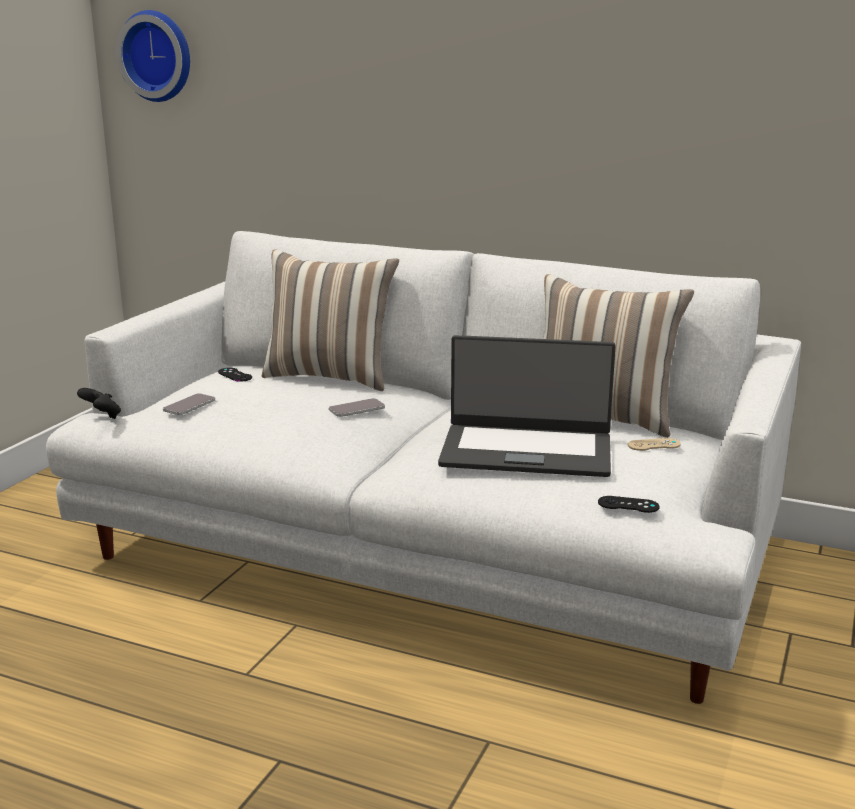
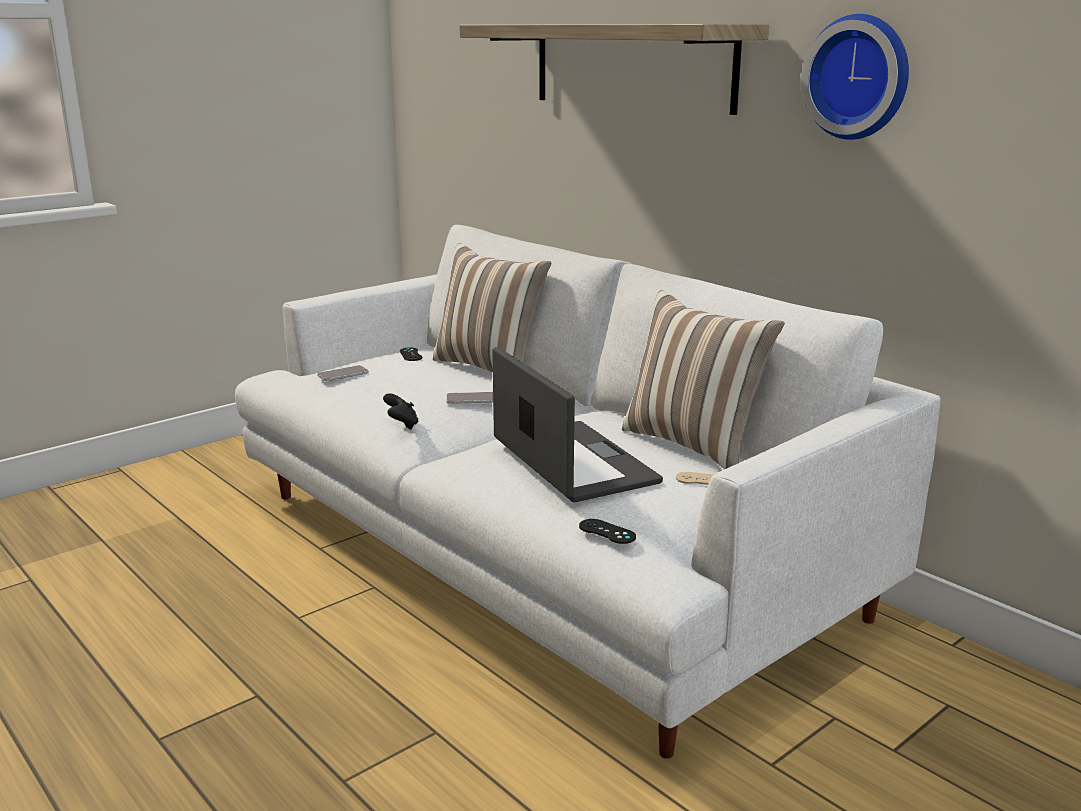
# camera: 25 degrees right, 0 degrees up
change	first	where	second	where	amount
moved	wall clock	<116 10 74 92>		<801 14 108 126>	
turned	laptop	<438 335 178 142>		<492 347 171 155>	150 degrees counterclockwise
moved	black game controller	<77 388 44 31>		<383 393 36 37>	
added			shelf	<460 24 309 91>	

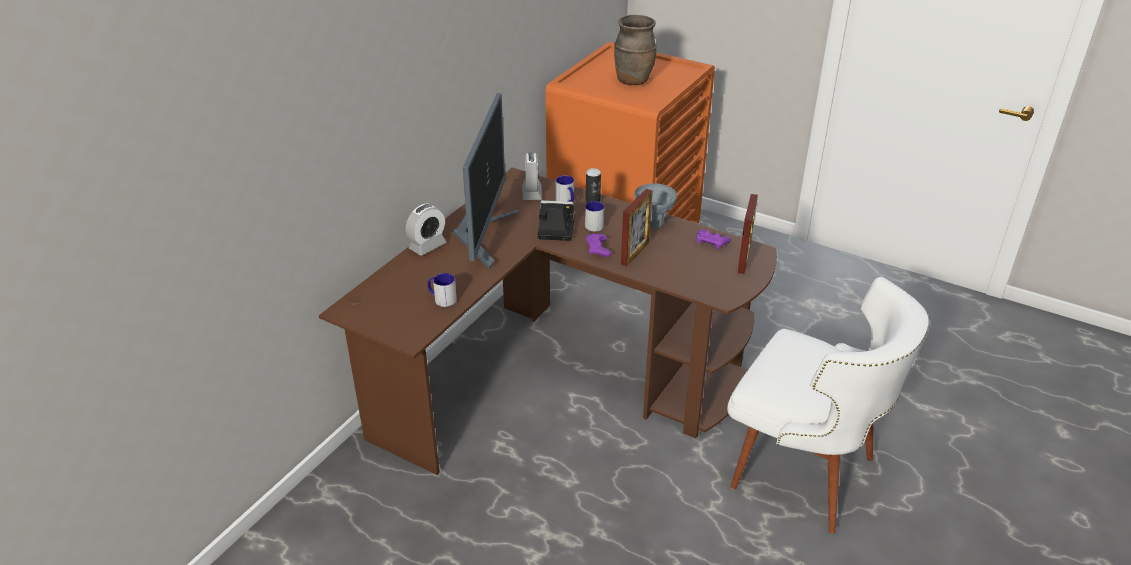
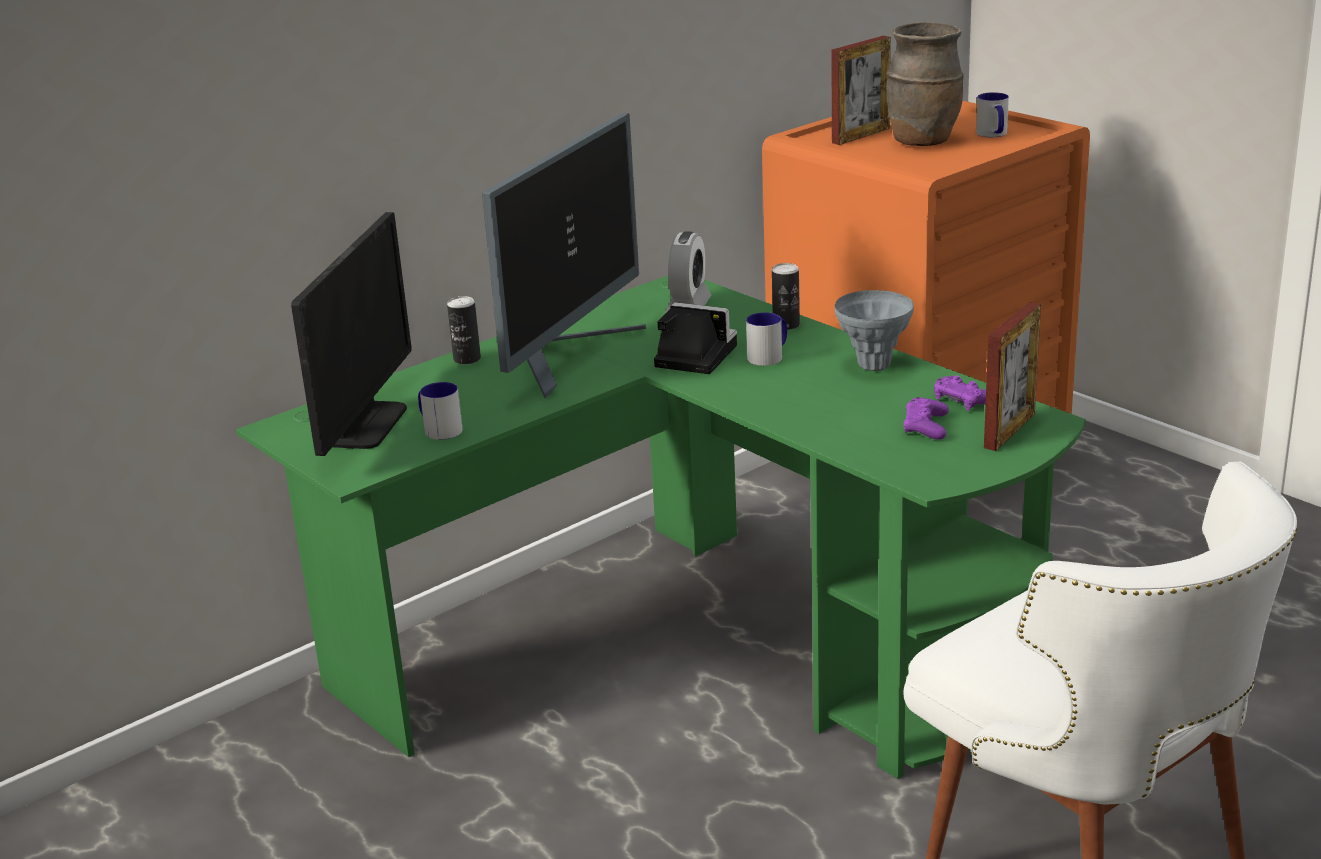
# camera: 20 degrees right, 10 degrees down
change	first	where	second	where	amount
recoloured	brown desk	<319 167 458 308>	green desk	<236 276 850 503>	
moved	mug	<556 175 18 27>		<976 92 33 45>	
moved	picture frame	<621 189 31 77>		<831 36 60 109>	
replaced	alarm clock	<406 204 40 52>	can	<447 296 34 69>	
moved	purple game controller	<586 233 25 24>		<903 397 46 43>	
added			monitor	<291 212 121 244>	

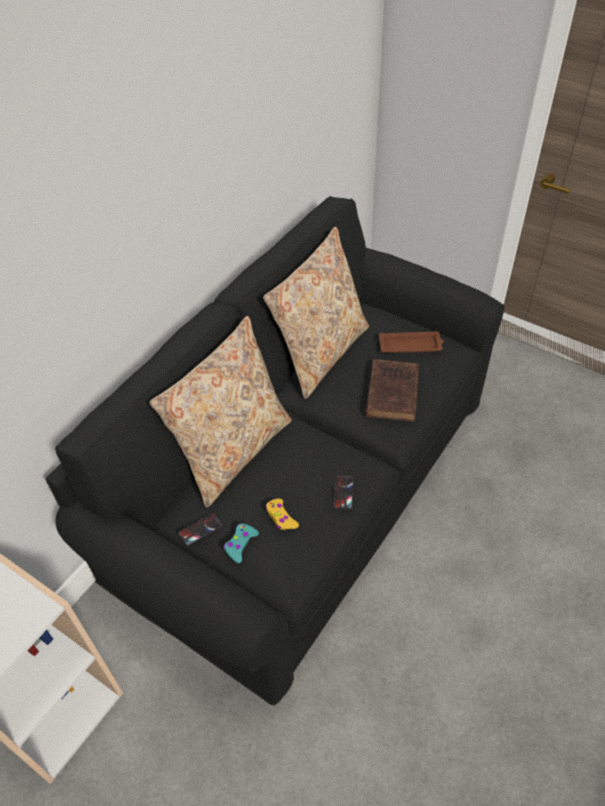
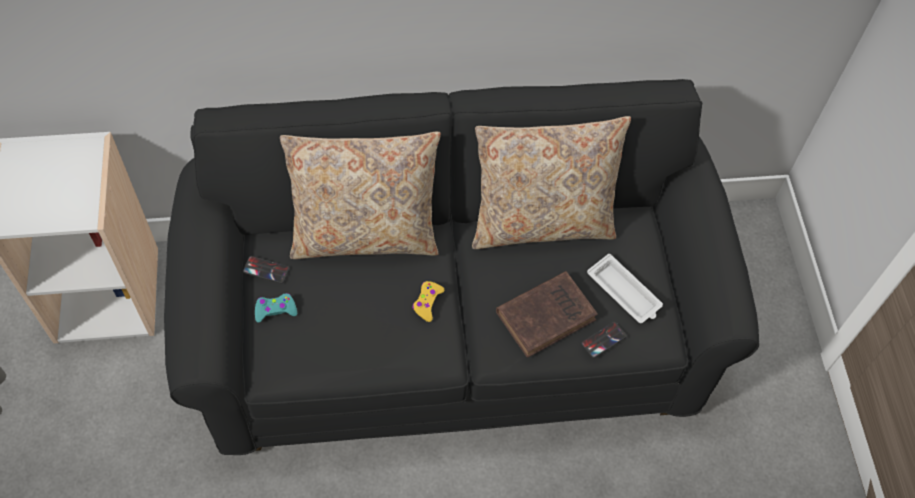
# camera: 45 degrees right, 10 degrees up
change	first	where	second	where	amount
recoloured	brown tray	<379 332 65 21>	white tray	<587 254 76 69>	
moved	phone	<333 475 21 35>		<581 322 46 36>	
moved	yellow game controller	<265 499 34 31>		<412 281 32 41>	

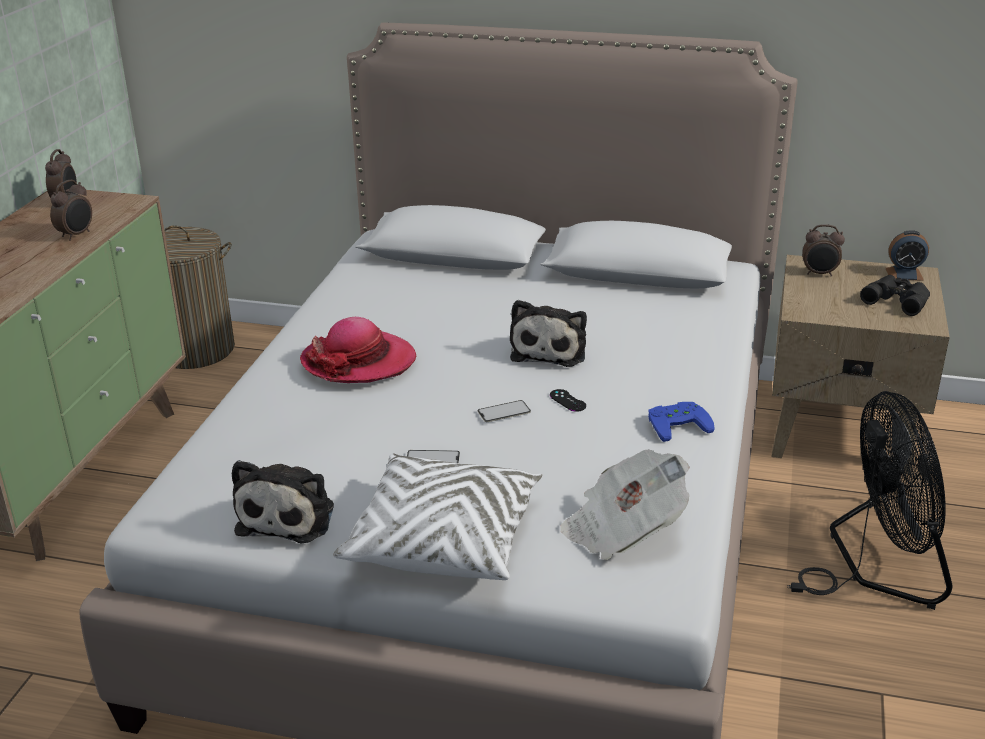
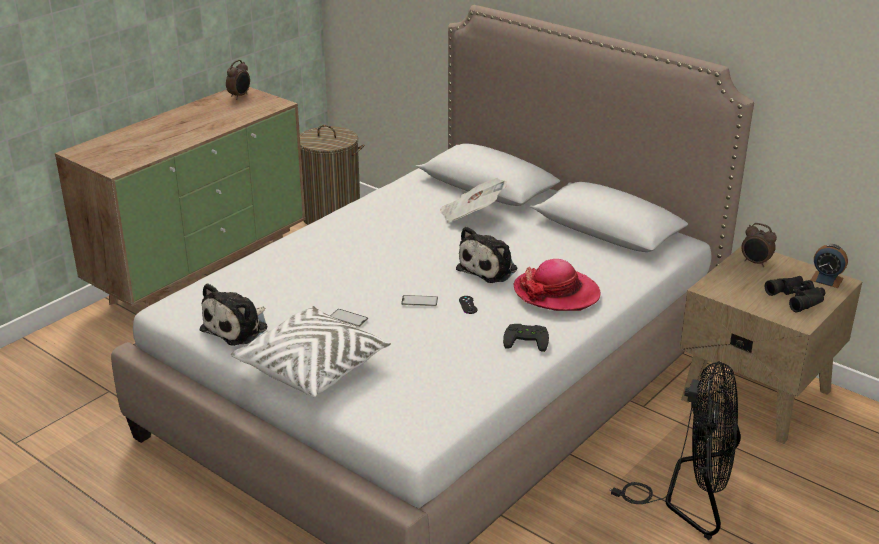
# camera: 25 degrees right, 0 degrees up
change	first	where	second	where	amount
removed	alarm clock	<50 180 42 61>			
moved	hat	<300 317 117 66>		<514 259 86 52>	
recoloured	blue game controller	<648 402 66 40>	black game controller	<503 324 46 28>	
moved	newspaper	<561 449 129 111>		<440 178 67 44>	

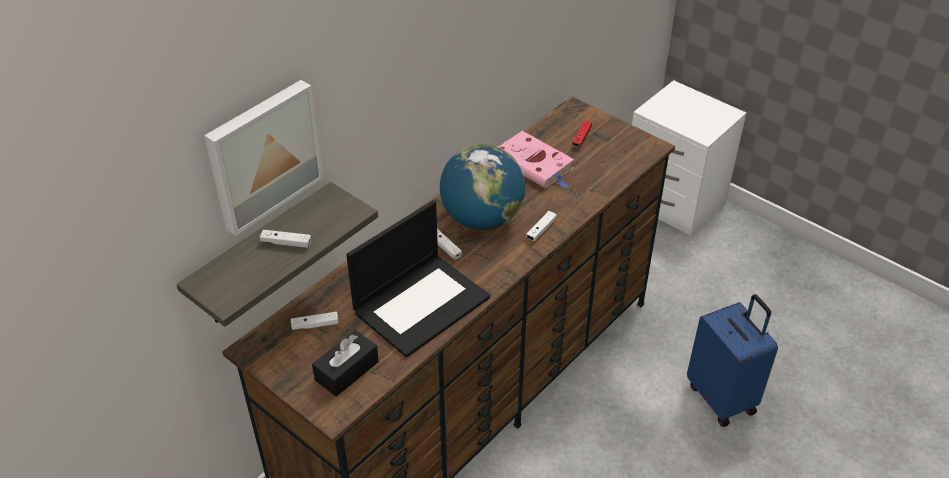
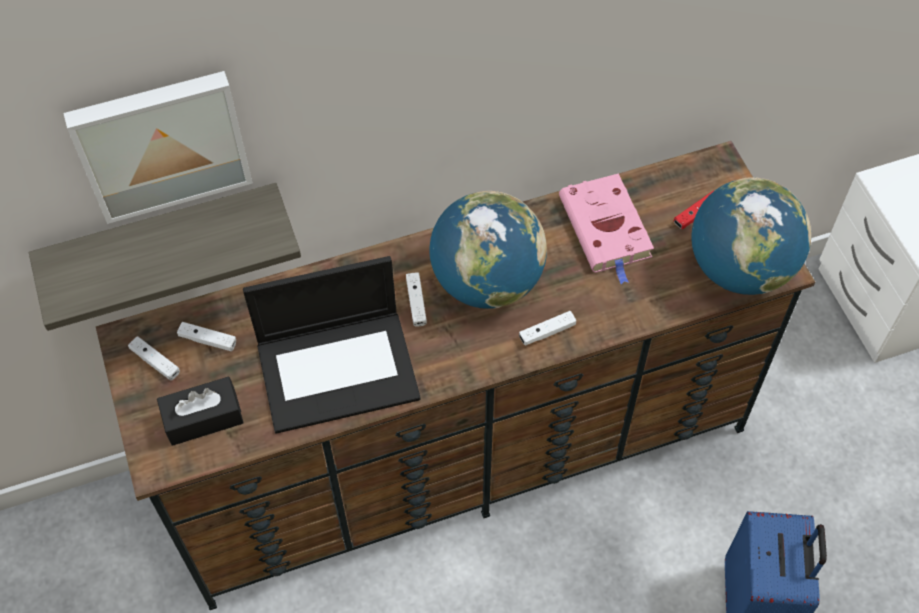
# camera: 30 degrees right, 15 degrees up
change	first	where	second	where	amount
moved	white game controller	<260 230 51 18>		<128 336 52 44>	
added			globe	<691 177 120 118>	

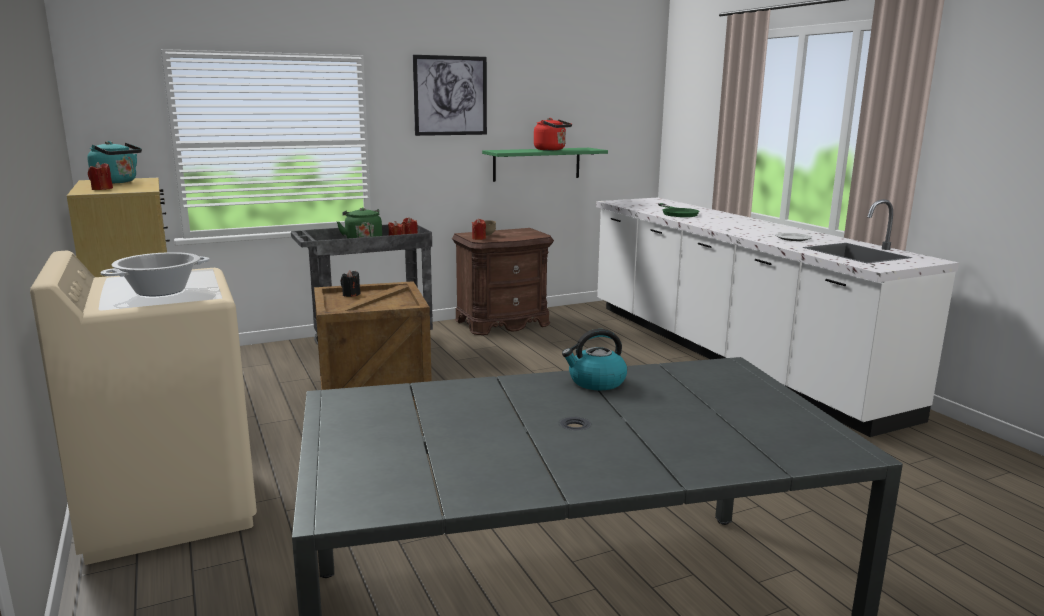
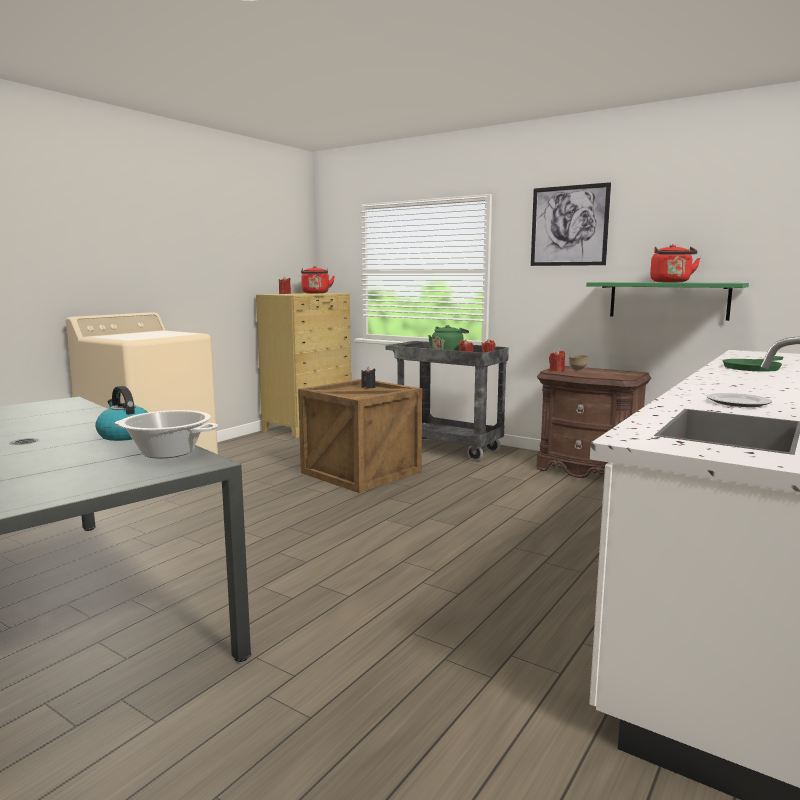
# camera: 60 degrees right, 5 degrees down
change	first	where	second	where	amount
recoloured	turquoise kettle	<87 141 55 43>	red kettle	<301 266 34 27>	
moved	cooking pot	<101 252 109 44>		<115 410 104 48>	

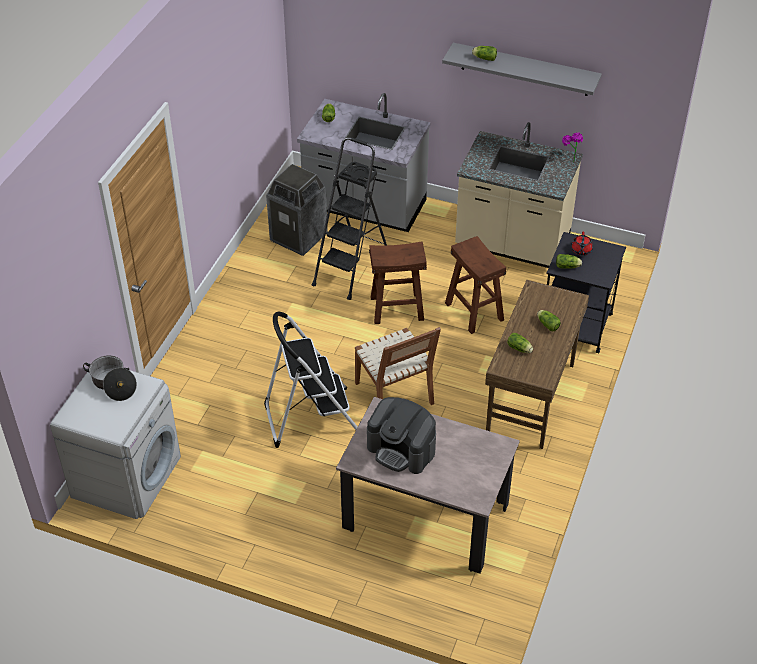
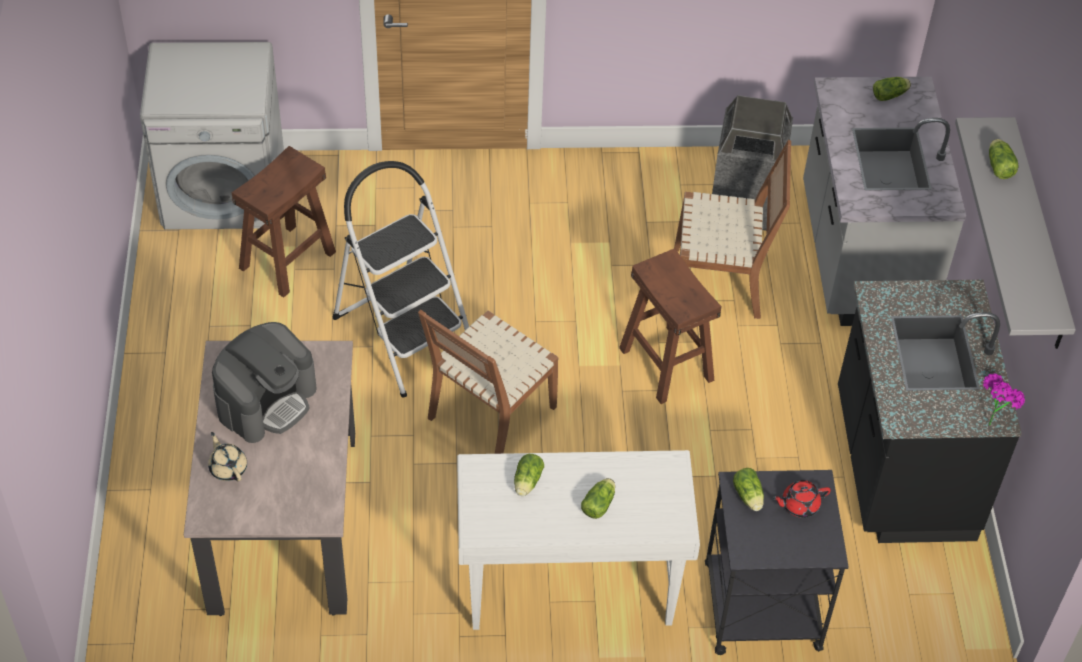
# camera: 65 degrees right, 5 degrees up
change	first	where	second	where	amount
recoloured	beige counter	<455 122 128 146>	black counter	<838 280 184 263>	
replaced	step ladder	<311 137 76 163>	chair	<674 140 117 179>	
moved	brown stool	<445 236 61 98>		<232 146 104 152>	
recoloured	brown console table	<485 280 104 169>	white console table	<457 450 243 180>	
removed	cooking pot	<83 355 54 46>			
turned	coffee machine	<367 397 69 77>		<212 322 105 121>	150 degrees counterclockwise
added			beige teapot	<208 432 39 49>	

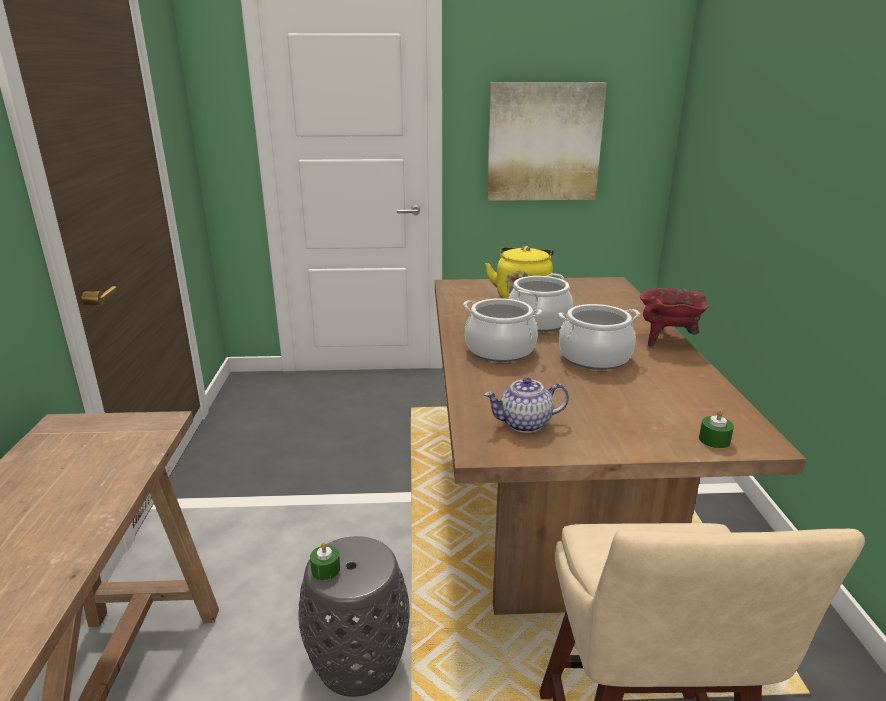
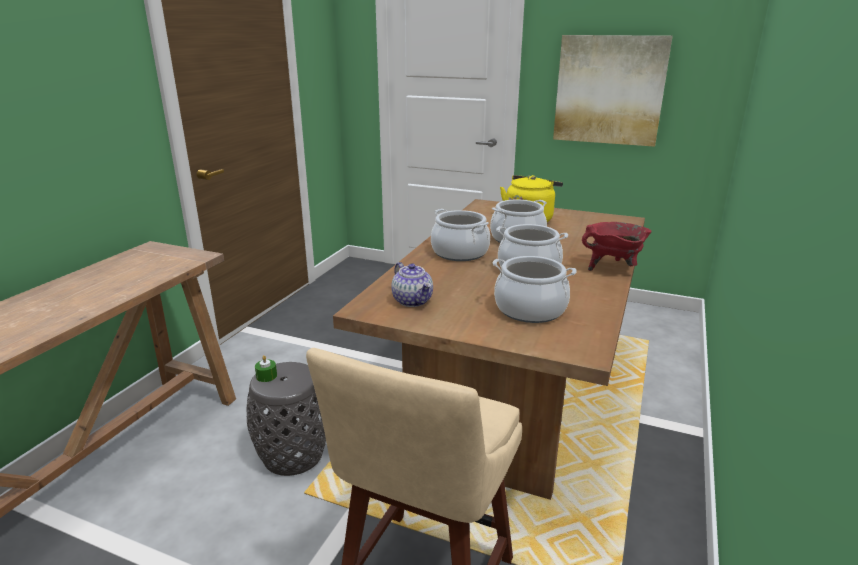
# camera: 25 degrees right, 0 degrees up
change	first	where	second	where	amount
turned	teapot	<484 377 85 56>		<391 262 42 45>	135 degrees counterclockwise
removed	green candle	<699 409 35 39>			
added			cooking pot	<493 256 84 67>	

